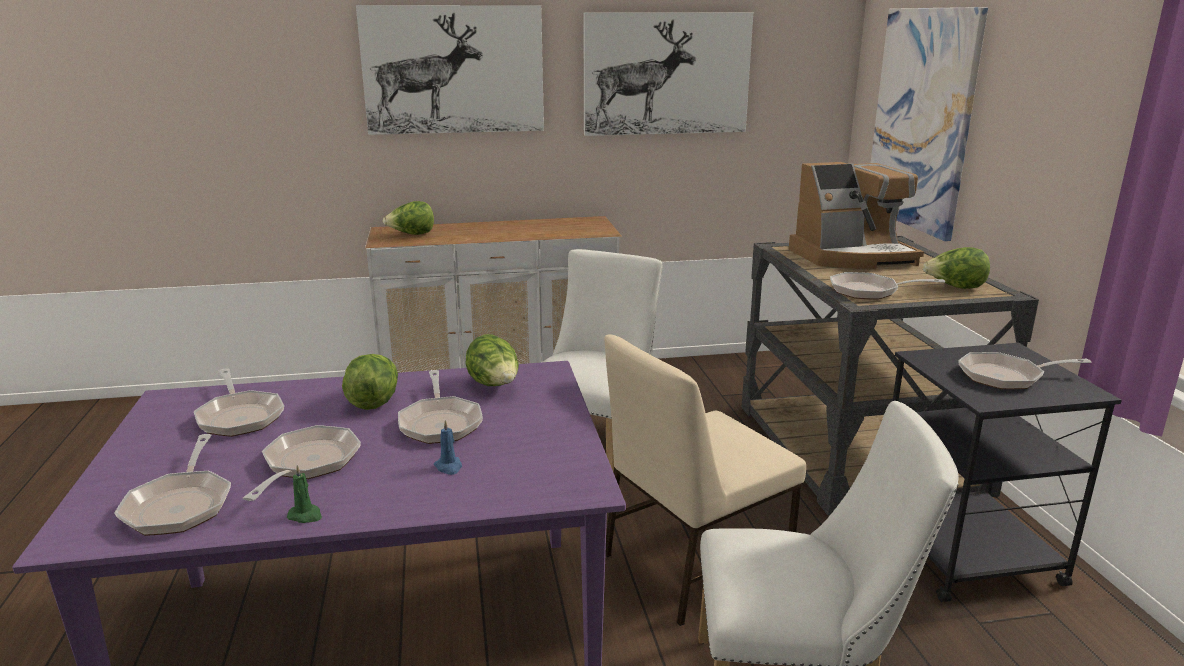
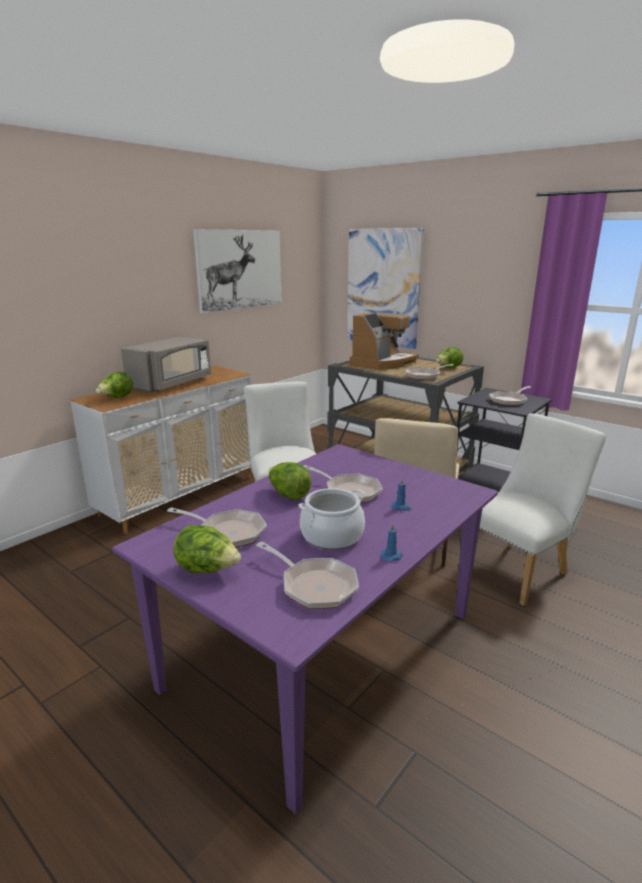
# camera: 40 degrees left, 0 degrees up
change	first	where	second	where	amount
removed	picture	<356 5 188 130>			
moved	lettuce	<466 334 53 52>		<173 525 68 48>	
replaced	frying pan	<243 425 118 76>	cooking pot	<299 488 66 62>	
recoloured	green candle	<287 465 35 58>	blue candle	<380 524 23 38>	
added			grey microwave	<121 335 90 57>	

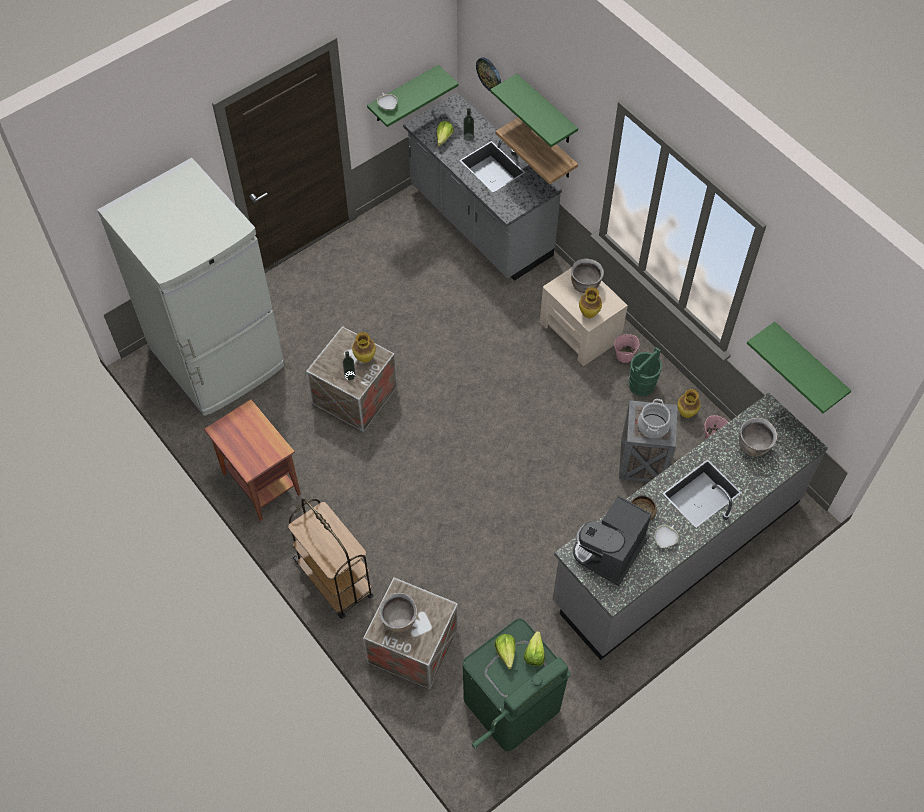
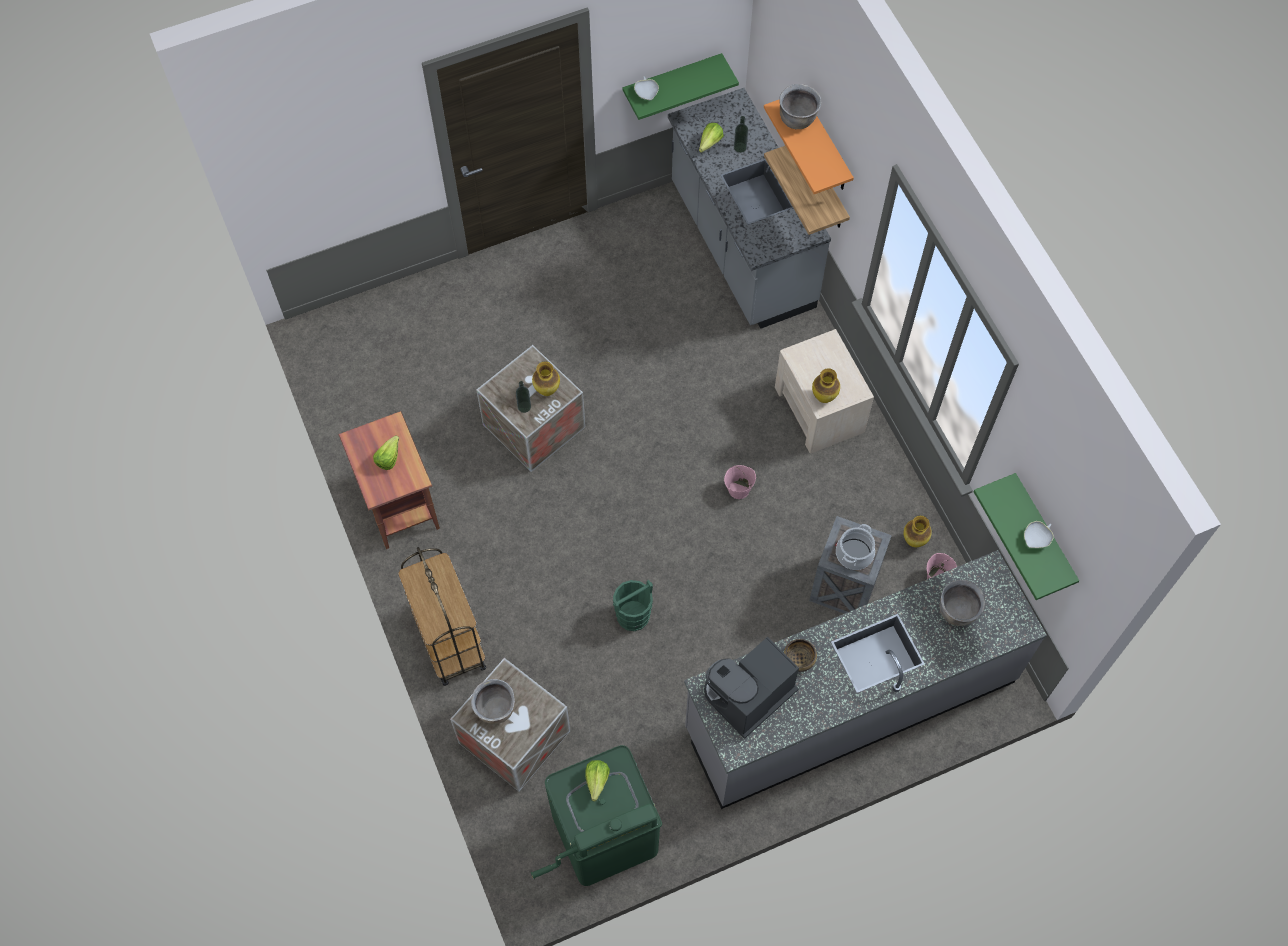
# camera: 15 degrees right, 5 degrees up
change	first	where	second	where	amount
removed	wall clock	<476 57 25 34>			
recoloured	green shelf	<490 74 88 73>	orange shelf	<764 100 90 94>	
removed	white fridge	<97 157 188 259>			
moved	brown cooking pot	<571 259 33 34>		<779 84 42 45>	
moved	pink bucket	<614 334 25 29>		<724 465 32 34>	
moved	green bucket	<629 347 33 49>		<613 580 40 51>	
moved	white bowl	<655 525 23 23>		<1024 521 30 27>	
moved	lettuce	<524 631 21 35>		<373 435 26 35>	

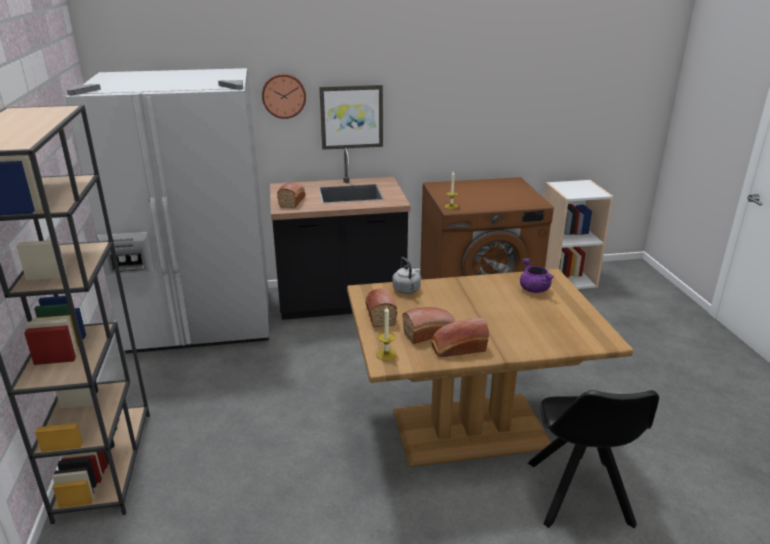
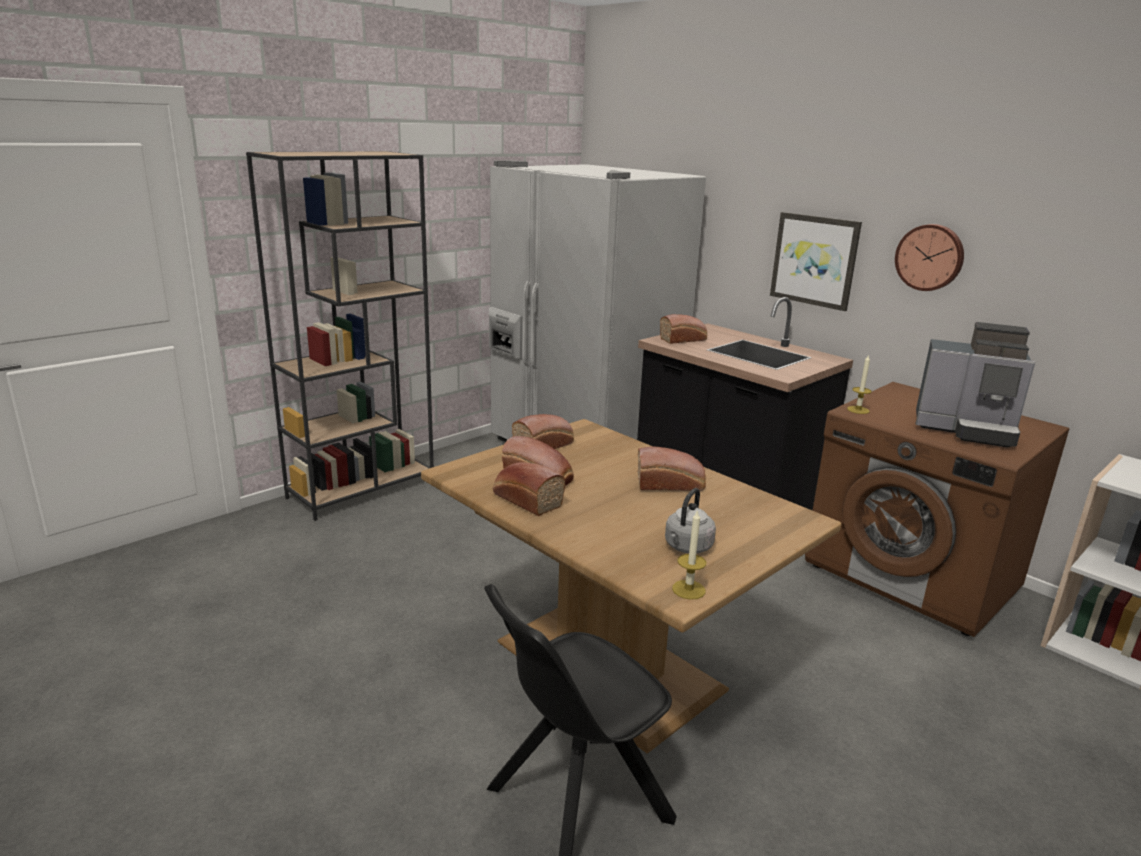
# camera: 55 degrees right, 5 degrees down
change	first	where	second	where	amount
moved	wall clock	<262 74 44 45>		<895 224 69 67>	
moved	grey kettle	<392 257 29 37>		<665 488 51 65>	
removed	purple cooking pot	<520 258 34 35>			
moved	candle	<376 307 21 53>		<672 509 34 91>	
added			coffee machine	<916 322 119 126>	
added			bread	<637 446 69 45>	

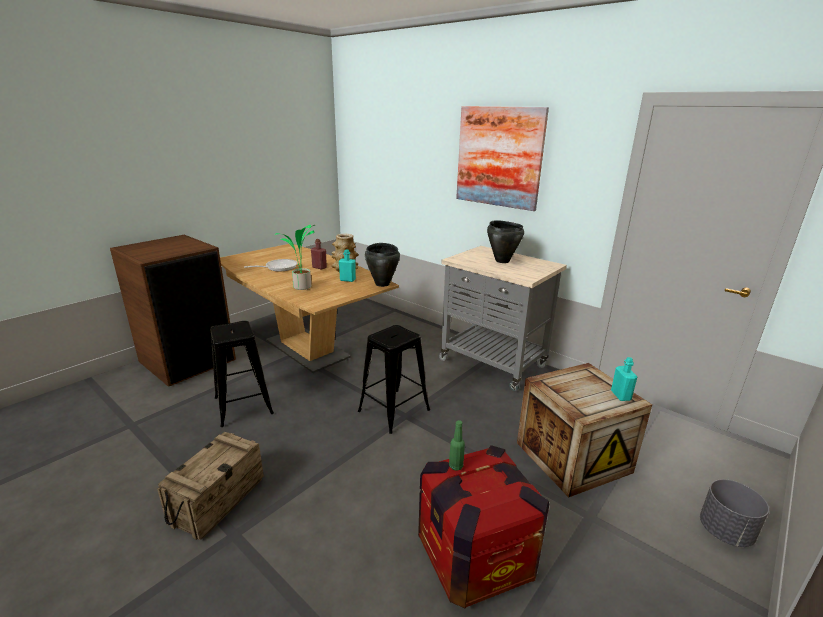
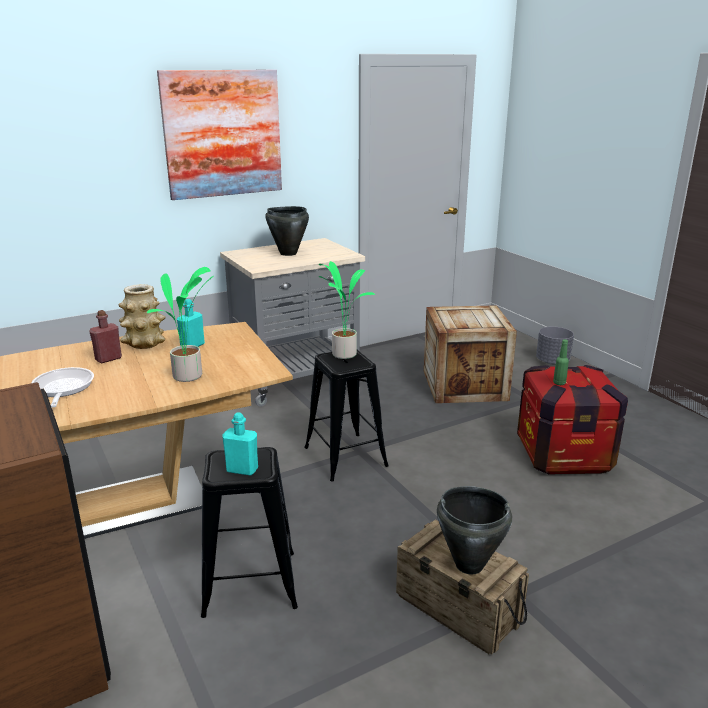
# camera: 70 degrees left, 0 degrees up
change	first	where	second	where	amount
moved	black cooking pot	<365 243 35 44>		<437 486 75 88>	
moved	turquoise bottle	<611 357 26 44>		<222 412 36 64>	
added			potted plant	<319 261 56 98>	

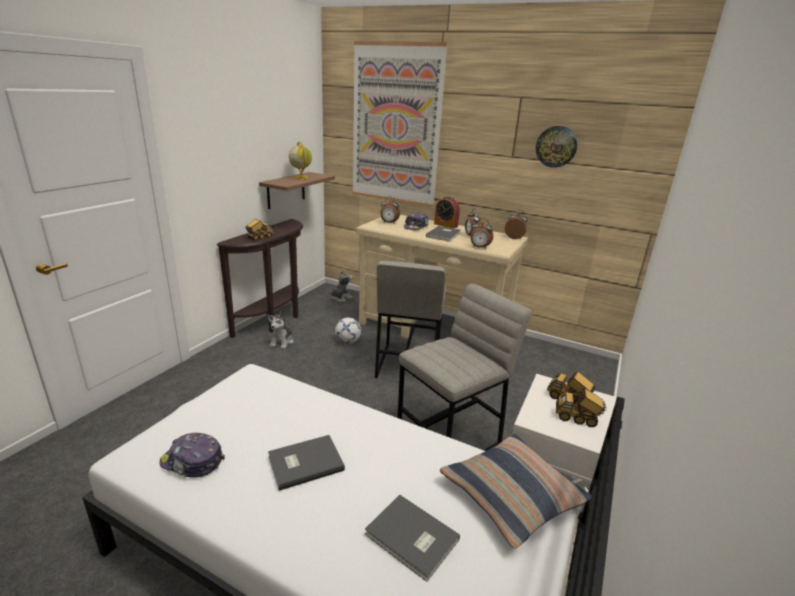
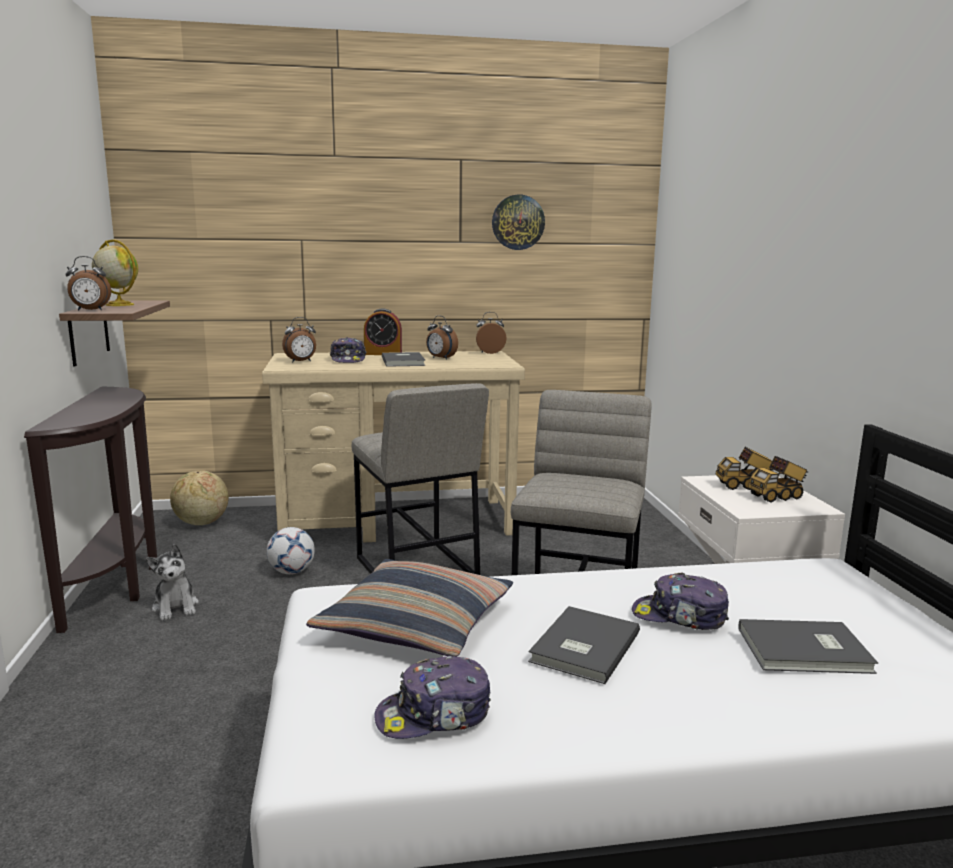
# camera: 35 degrees left, 10 degrees down
change	first	where	second	where	amount
removed	picture	<352 41 96 167>			
moved	alarm clock	<471 218 23 31>		<65 256 46 55>	
removed	toy truck	<246 219 27 22>			
replaced	plush toy	<328 270 25 32>	globe	<170 470 59 55>	
moved	pillow	<440 434 152 115>		<306 559 207 98>	
added			cap	<632 572 97 58>	

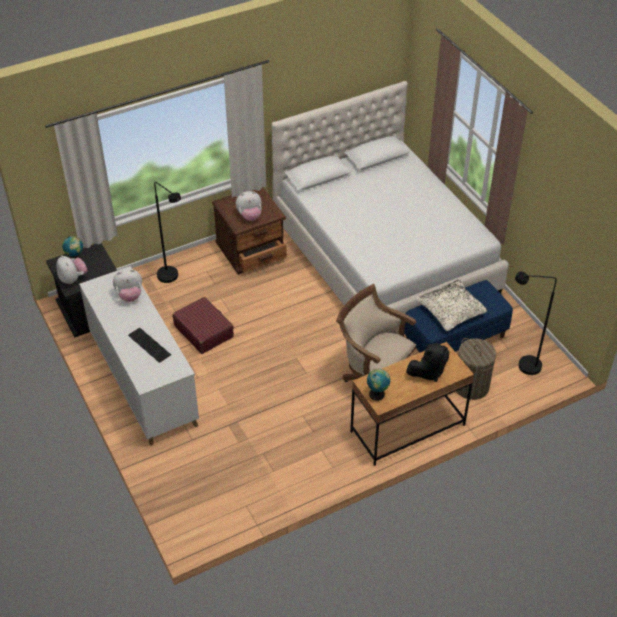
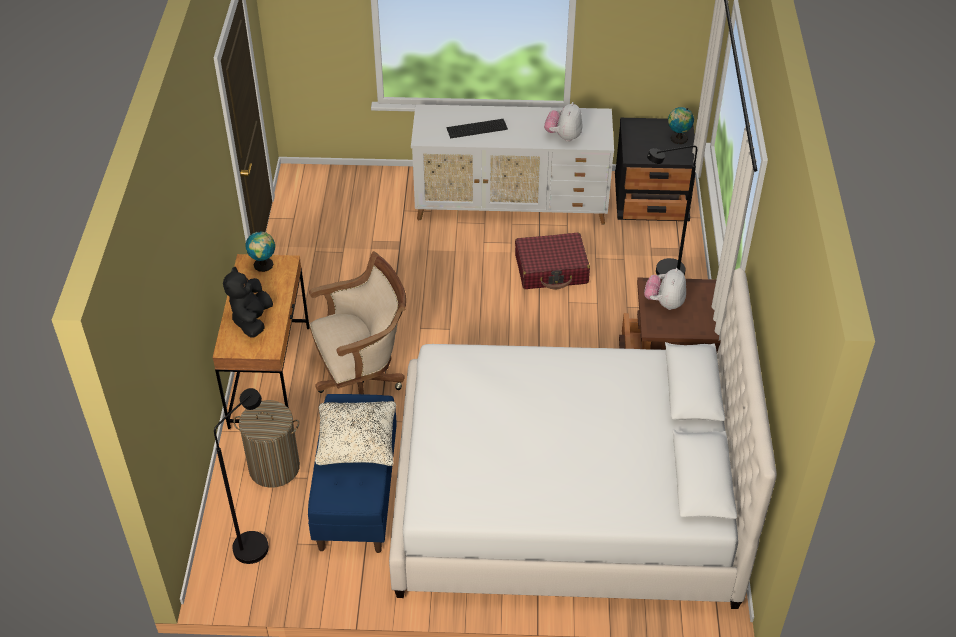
# camera: 120 degrees right, 0 degrees up
change	first	where	second	where	amount
removed	plush toy	<56 255 32 29>			

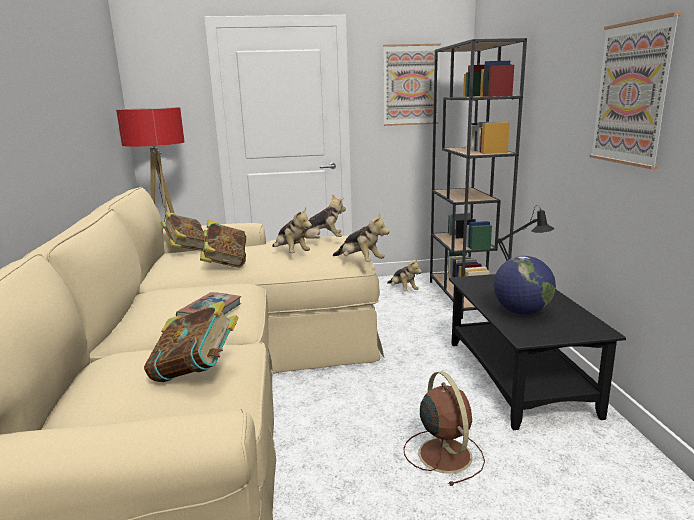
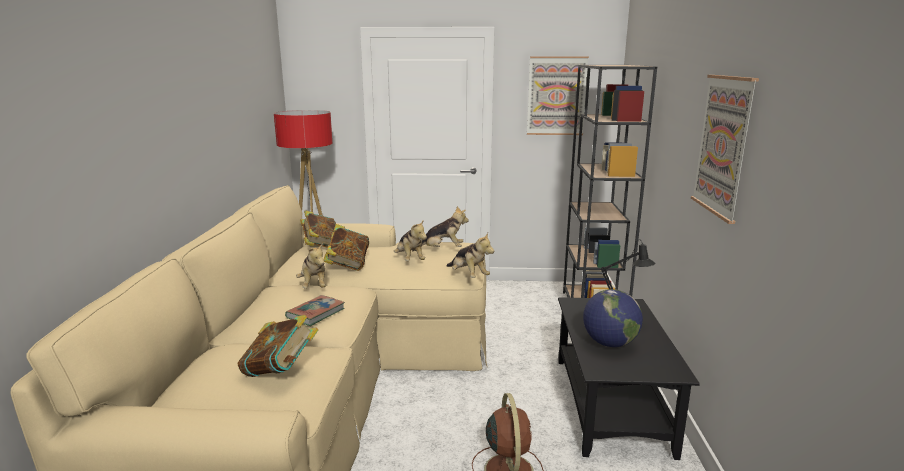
# camera: 10 degrees right, 0 degrees up
change	first	where	second	where	amount
moved	plush toy	<387 259 35 32>		<296 243 30 45>	

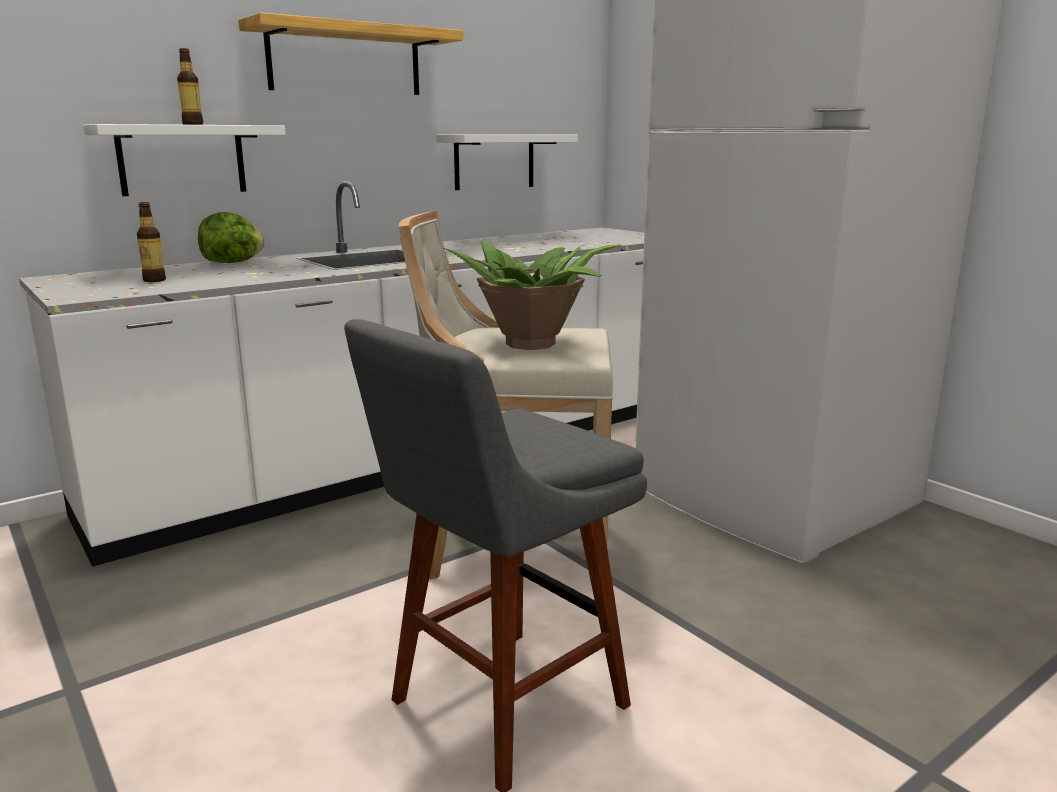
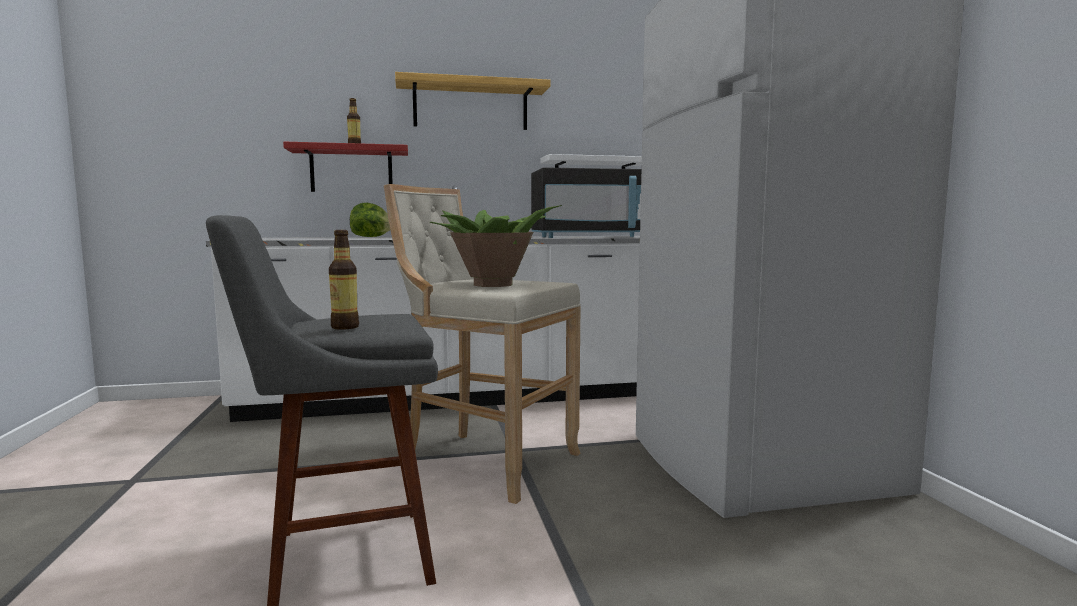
# camera: 25 degrees right, 10 degrees down
change	first	where	second	where	amount
recoloured	white shelf	<83 124 203 72>	red shelf	<283 142 125 50>	
moved	bottle	<137 202 29 80>		<329 230 30 100>	
added			black microwave	<531 167 110 71>	

